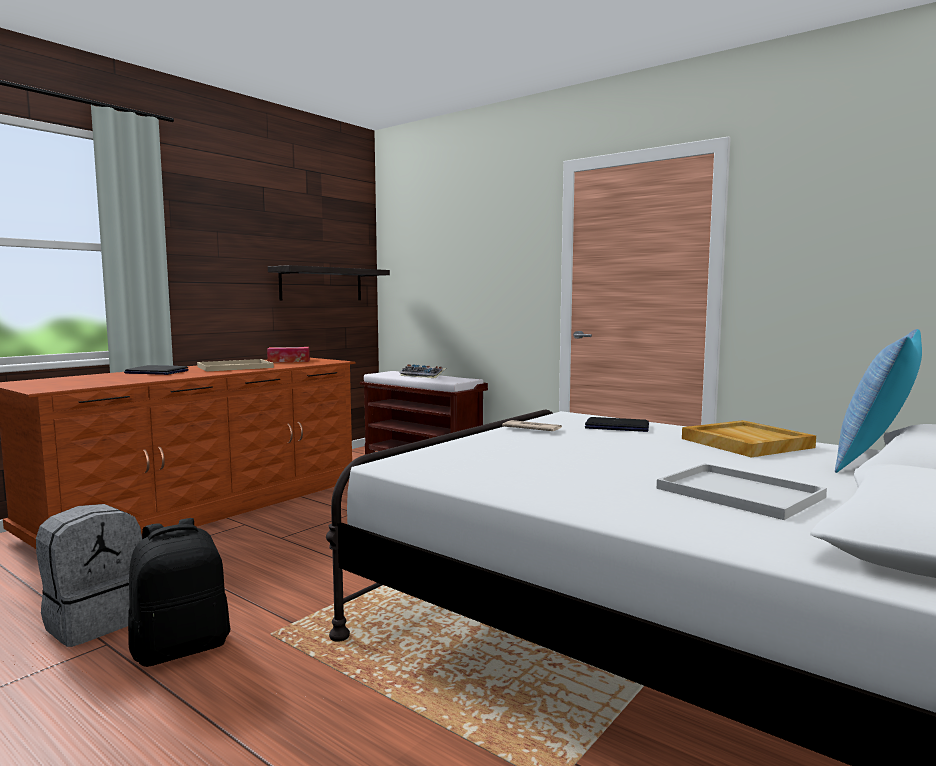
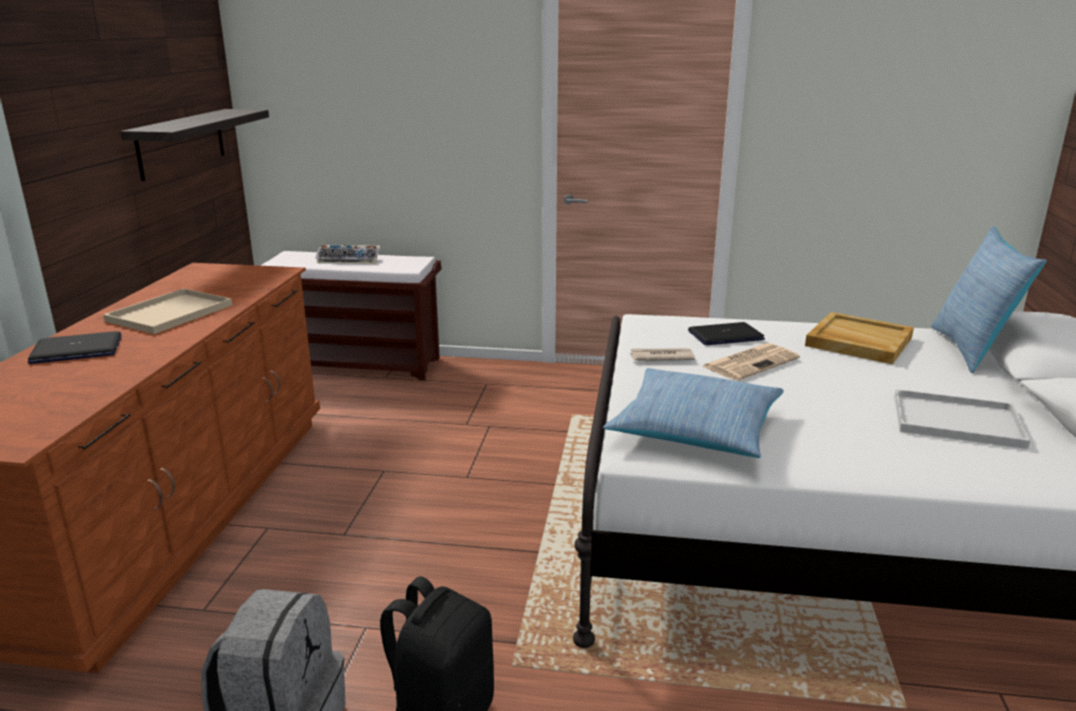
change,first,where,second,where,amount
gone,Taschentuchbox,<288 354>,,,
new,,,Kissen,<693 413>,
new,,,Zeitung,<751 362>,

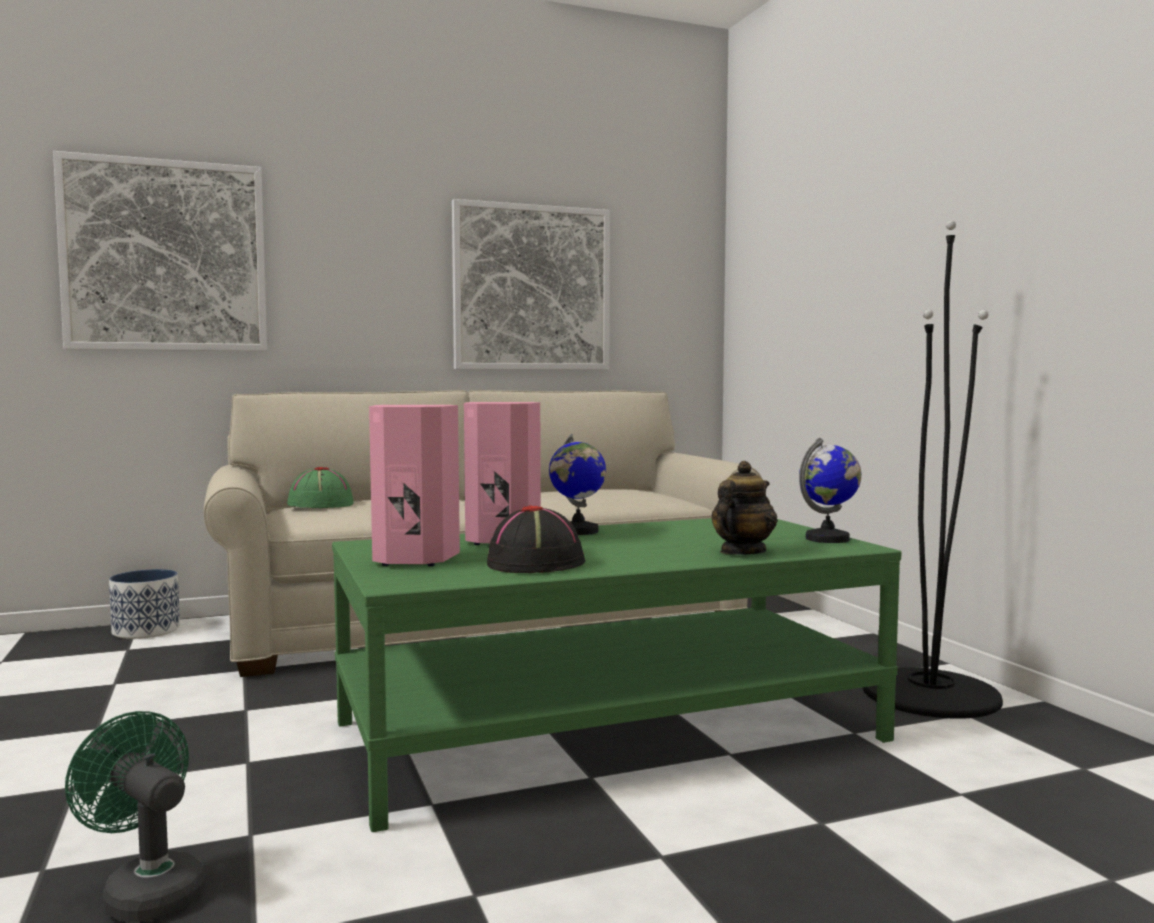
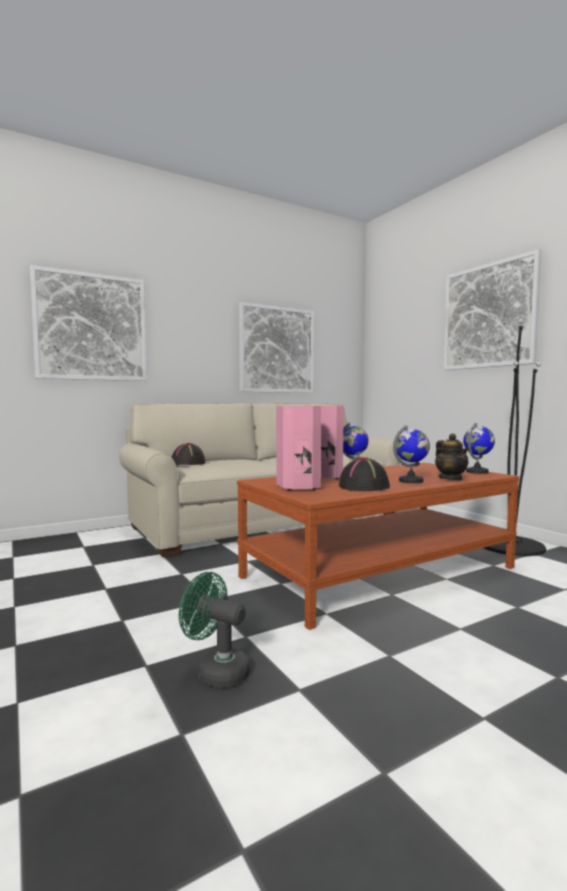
change,first,where,second,where,amount
gone,Pflanzkübel,<144 604>,,,
repainted,Hut [grün],<320 487>,Hut [schwarz],<189 454>,
repainted,Couchtisch [grün],<616 675>,Couchtisch [braun],<378 546>,
rotated,Teekanne,<744 507>,,<452 456>,135 degrees clockwise
new,,,Globus,<411 454>,
new,,,Bild,<493 309>,

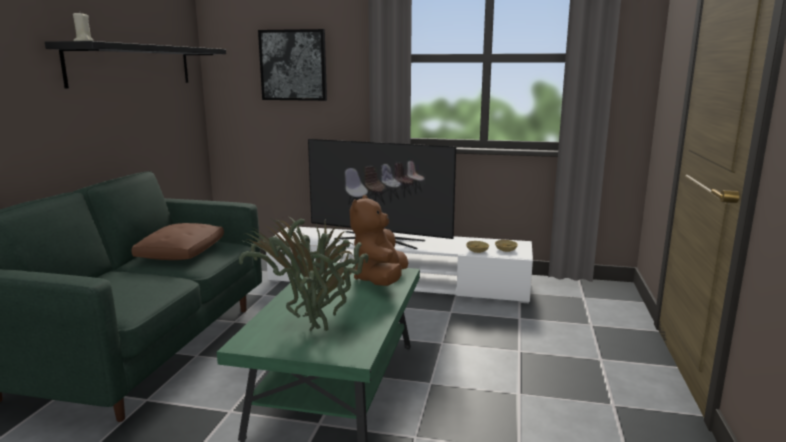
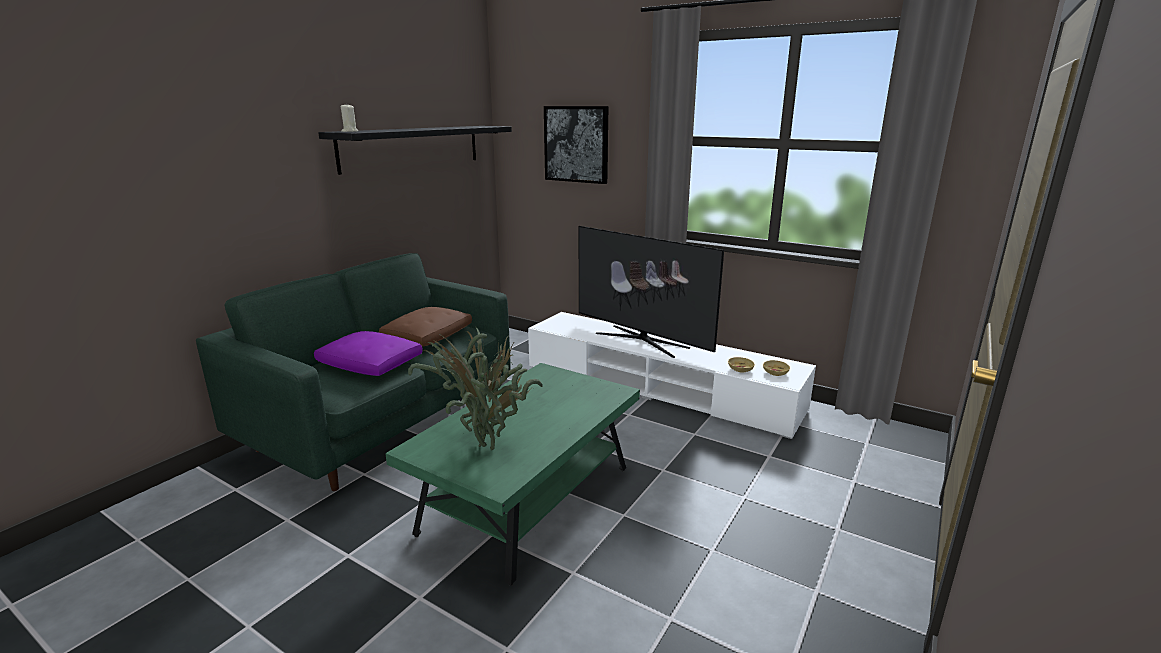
change,first,where,second,where,amount
gone,Plüschtier [braun],<379 240>,,,
new,,,Kissen [lila],<368 353>,

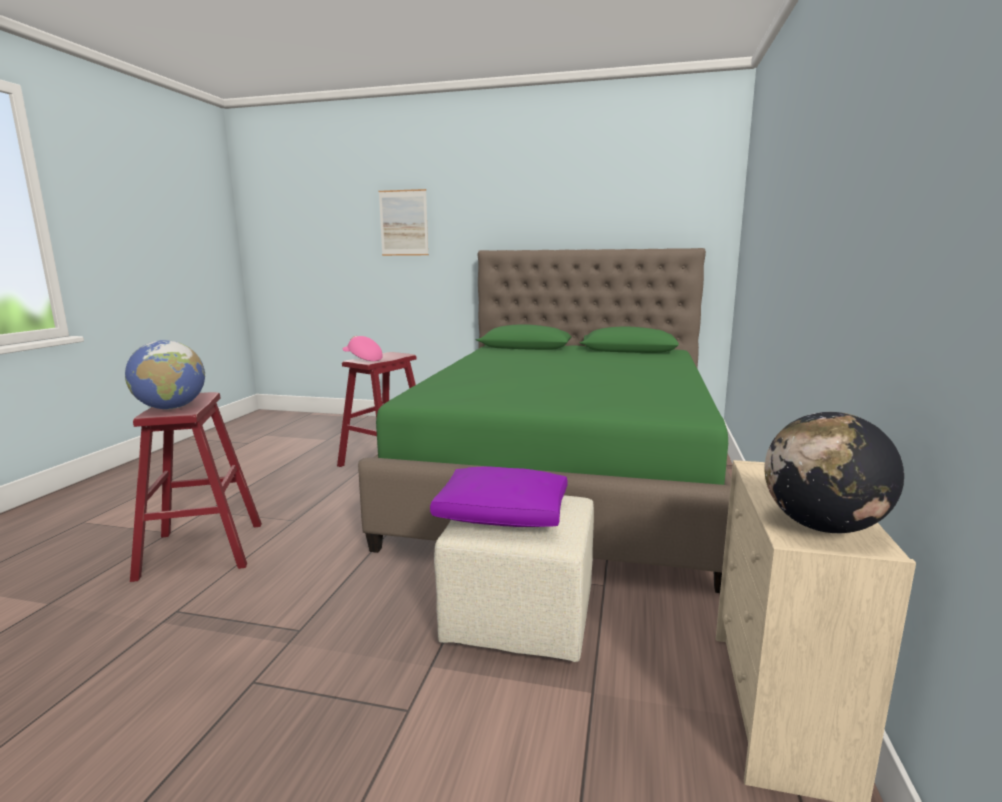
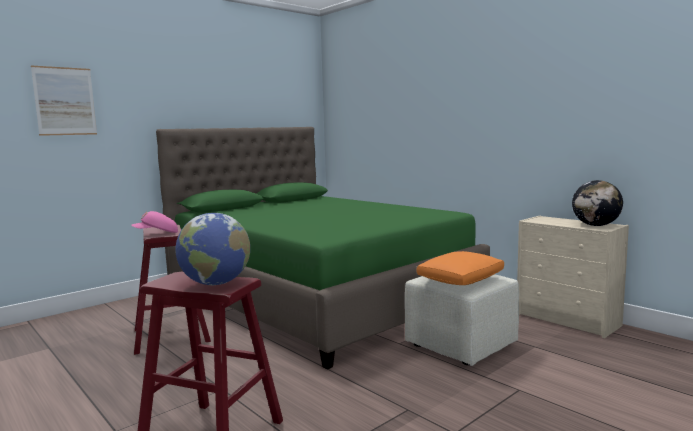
change,first,where,second,where,amount
repainted,Kissen [lila],<499 496>,Kissen [orange],<460 268>,

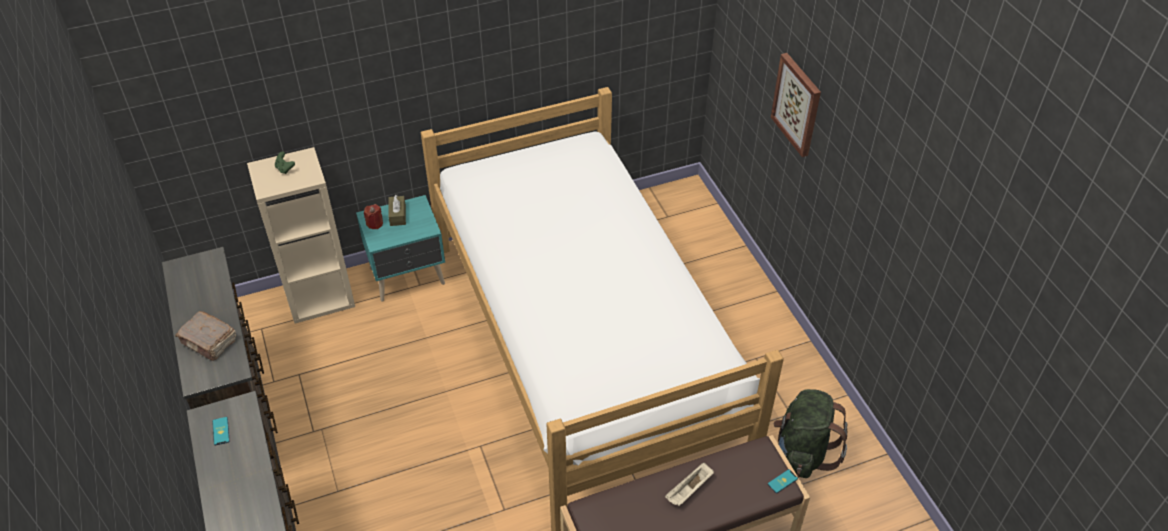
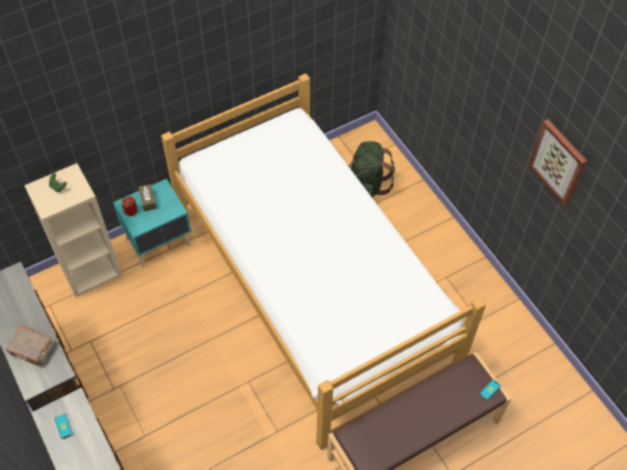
change,first,where,second,where,amount
gone,Tablett [beige],<689 484>,,,
shifted,Bild,<796 105>,,<557 162>,
shifted,Rucksack [grün],<810 433>,,<371 169>,

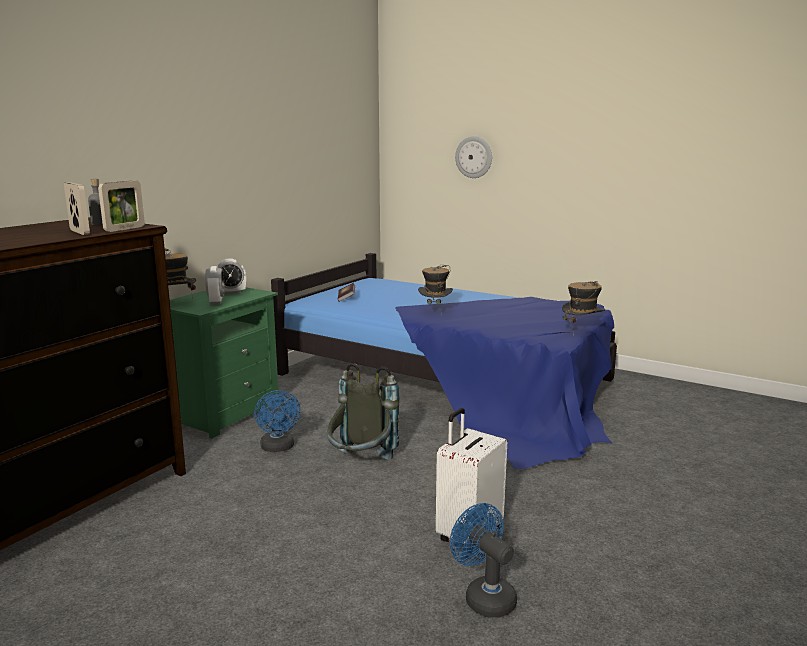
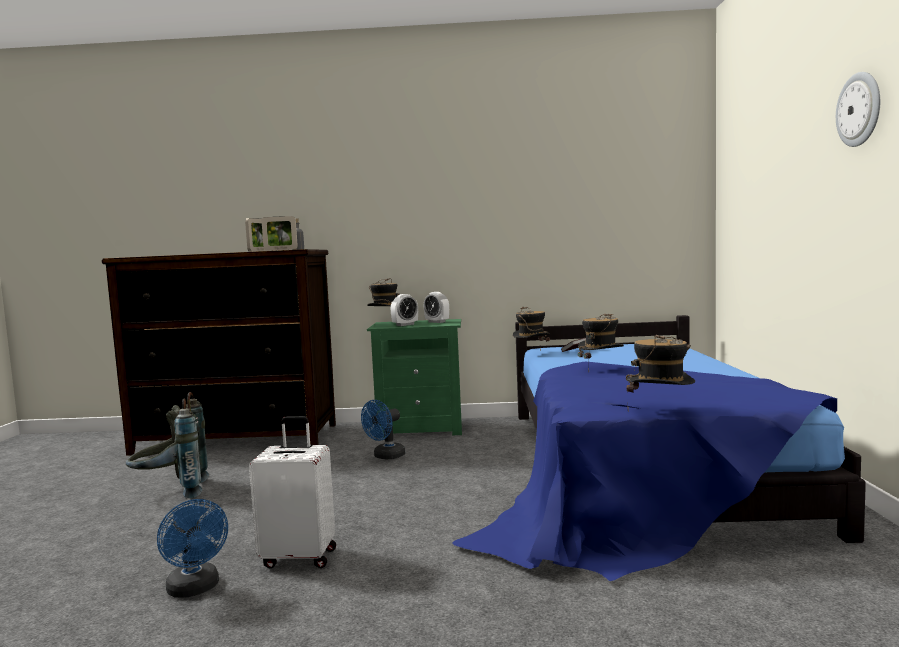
change,first,where,second,where,amount
shifted,Rucksack [grau],<363 411>,,<167 445>,
rotated,Ventilator [blau],<483 560>,,<192 548>,120 degrees clockwise
shifted,Wanduhr,<473 157>,,<858 109>,
new,,,Hut,<531 328>,

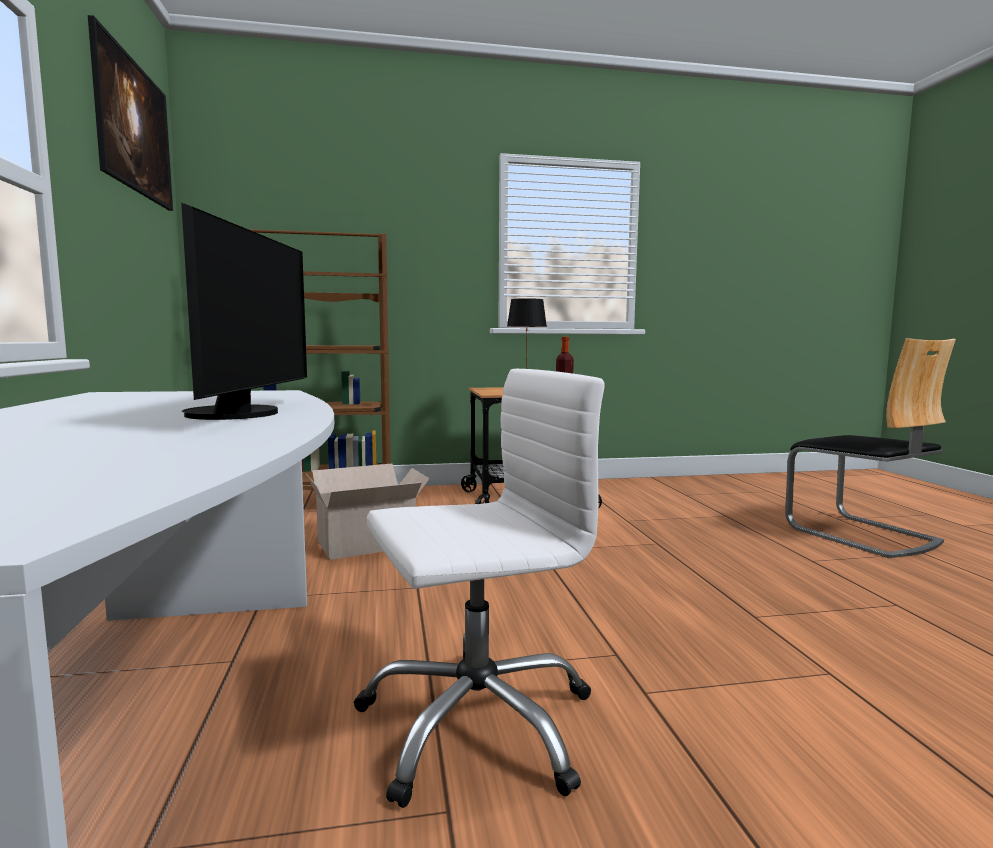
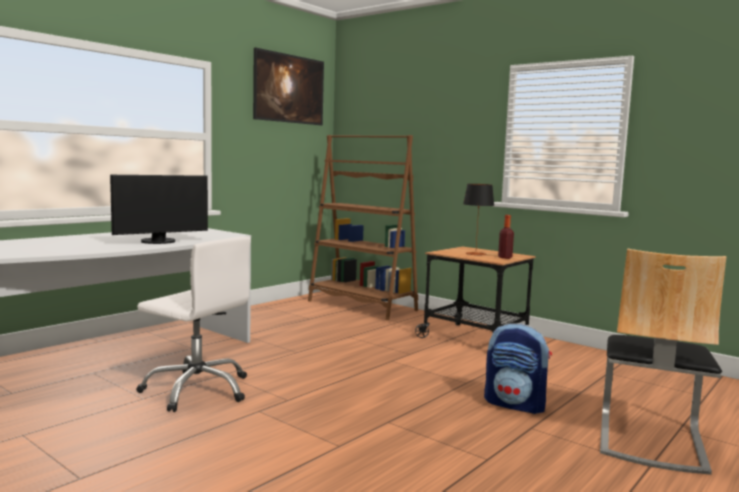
change,first,where,second,where,amount
gone,Karton,<368 512>,,,
new,,,Rucksack,<518 368>,

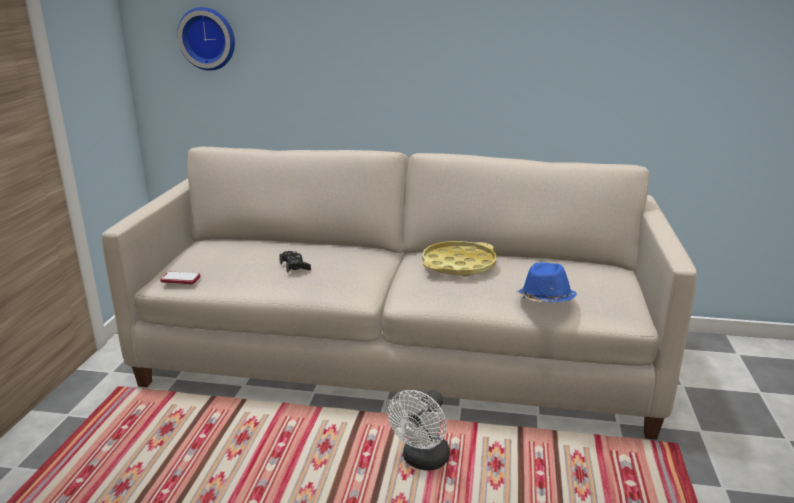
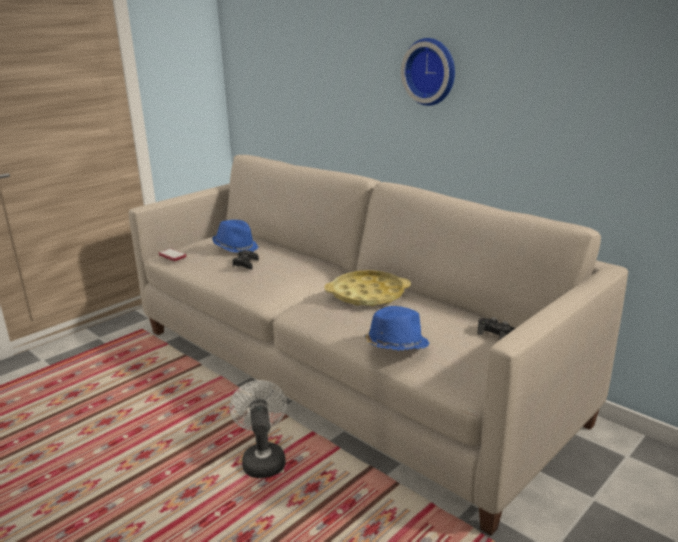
change,first,where,second,where,amount
shifted,Wanduhr,<206 39>,,<428 72>,
rotated,Ventilator [weiß],<419 430>,,<258 429>,105 degrees clockwise
new,,,Hut [blau],<235 236>,
new,,,Gamepad [schwarz],<496 328>,

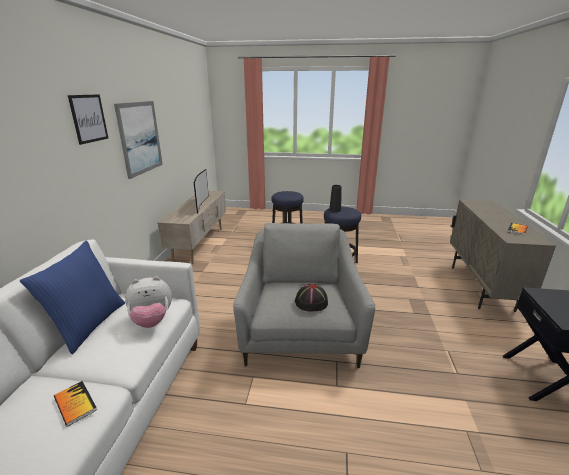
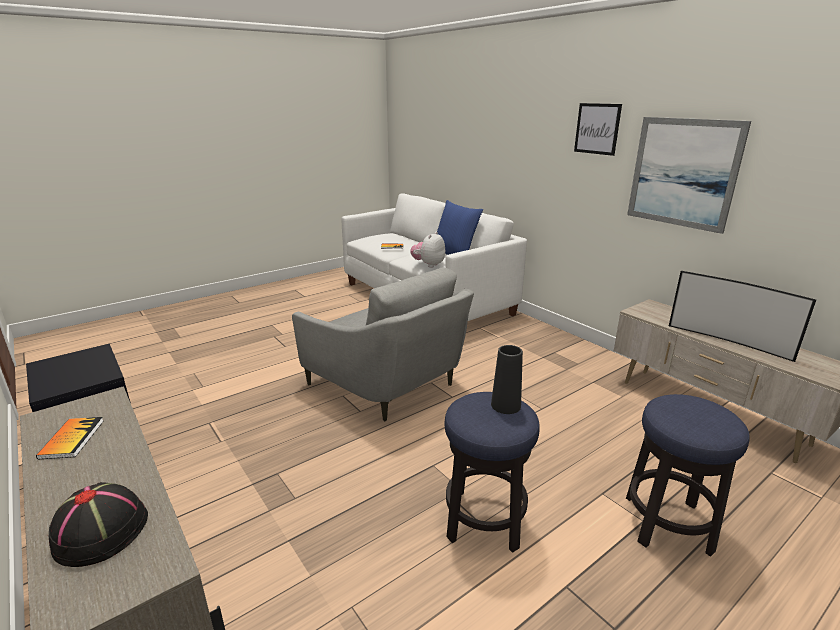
change,first,where,second,where,amount
shifted,Hut [schwarz],<311 298>,,<98 524>,

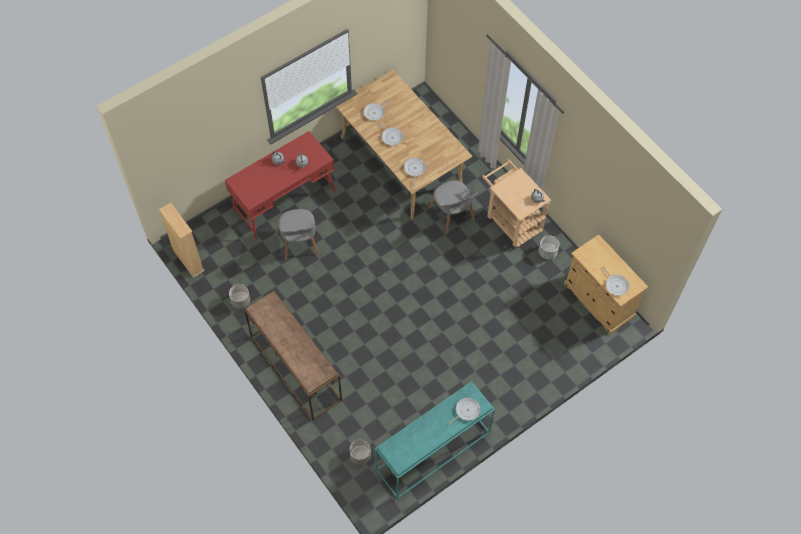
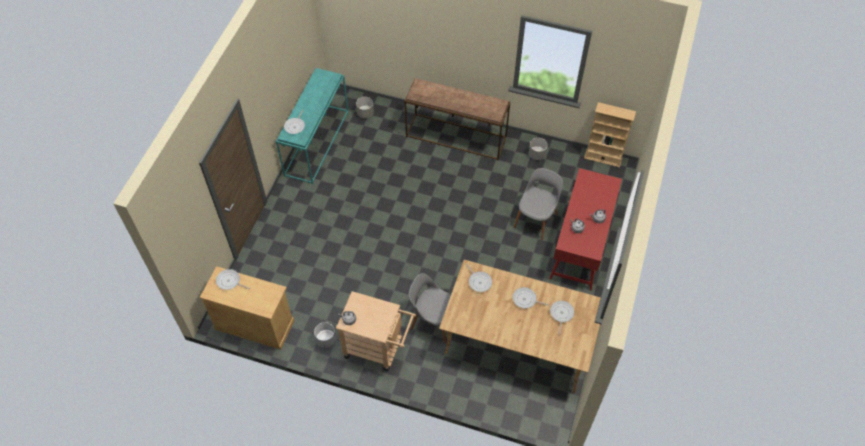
change,first,where,second,where,amount
rotated,Stuhl [grau],<299 234>,,<538 204>,75 degrees clockwise

